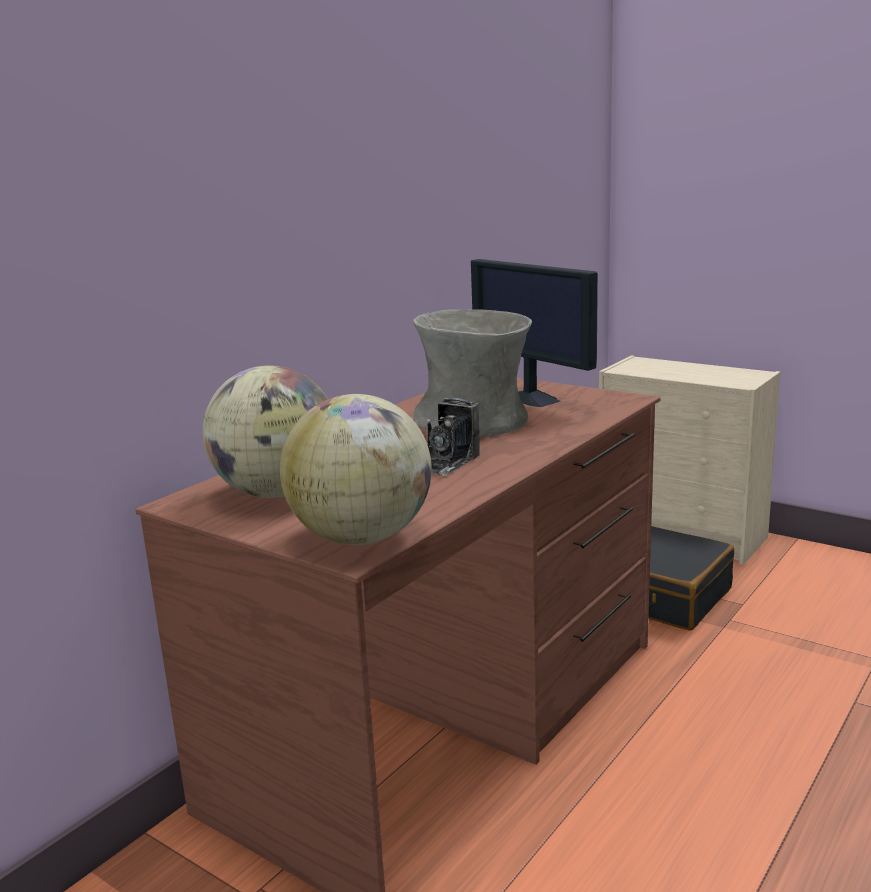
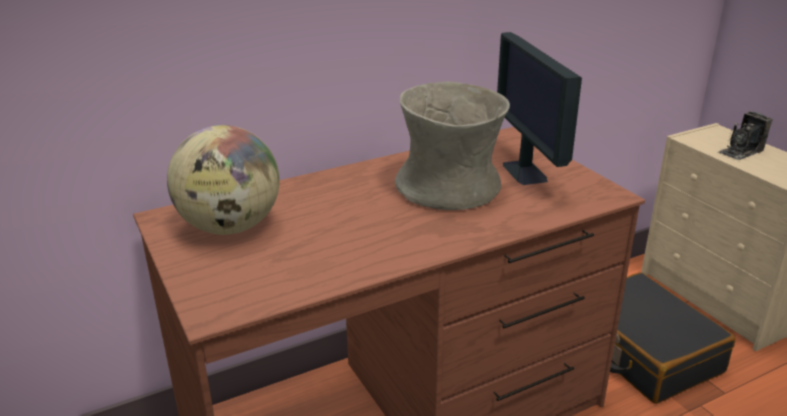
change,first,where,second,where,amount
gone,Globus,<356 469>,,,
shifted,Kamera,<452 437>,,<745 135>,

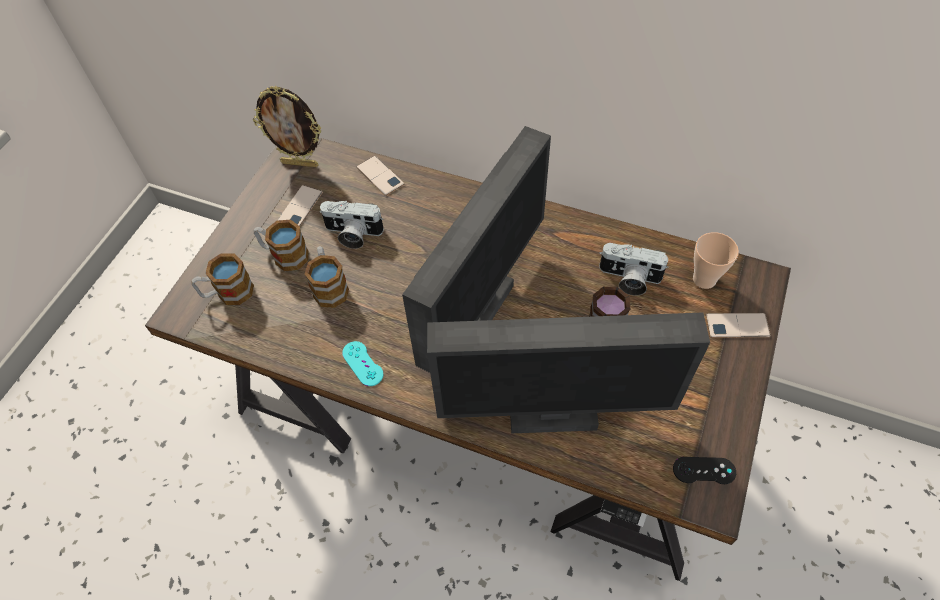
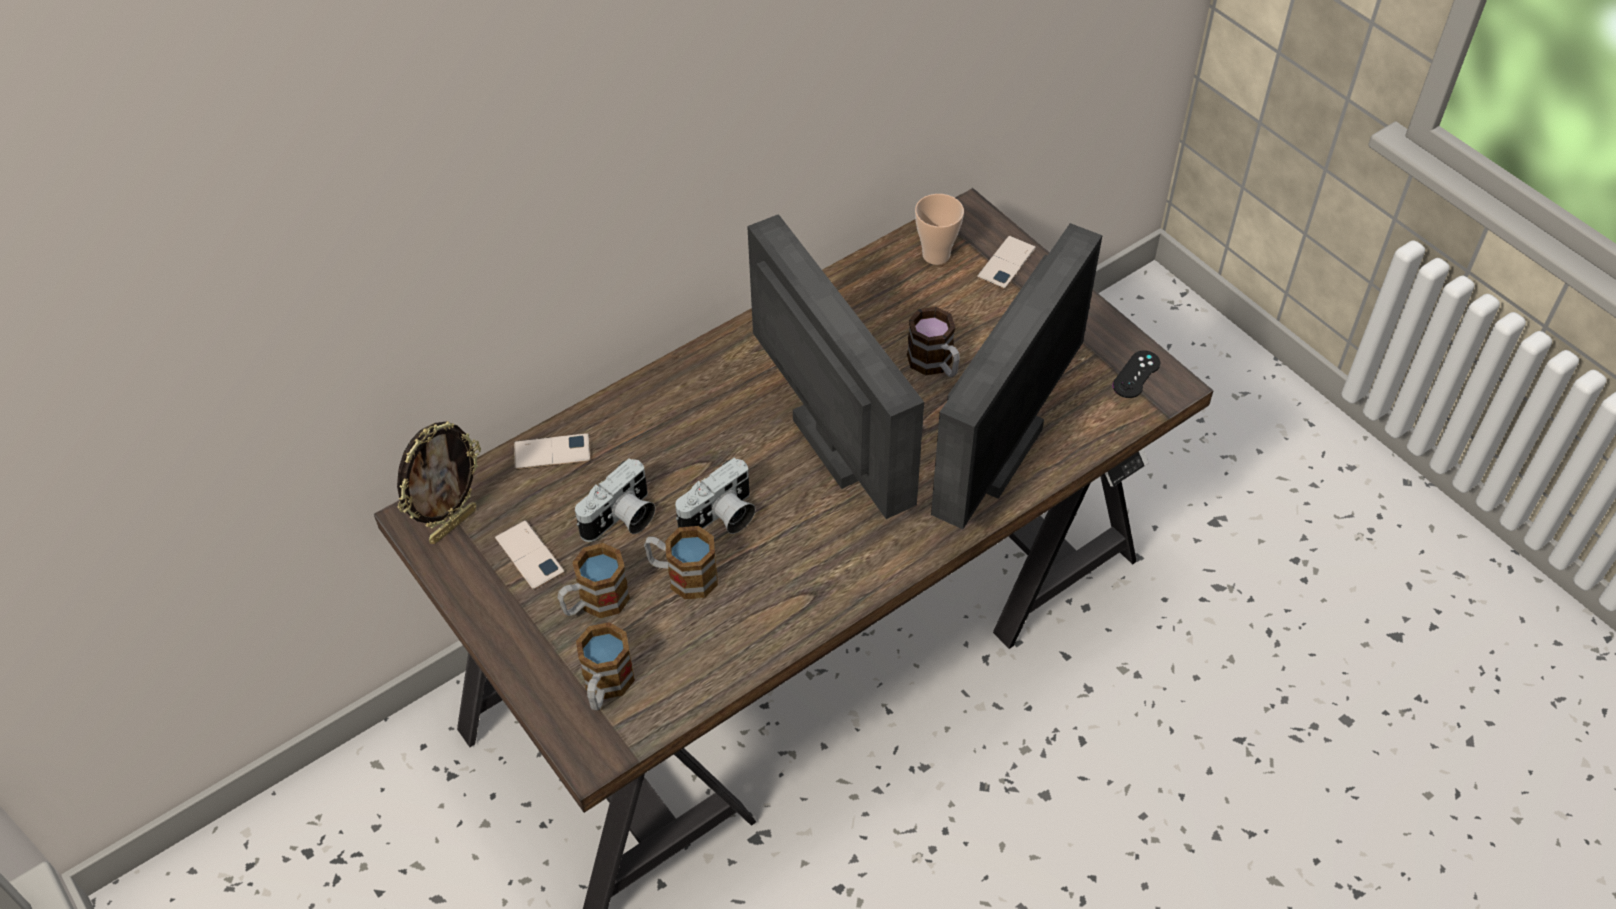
change,first,where,second,where,amount
gone,Gamepad [türkis],<363 363>,,,
shifted,Kamera,<634 269>,,<715 496>,

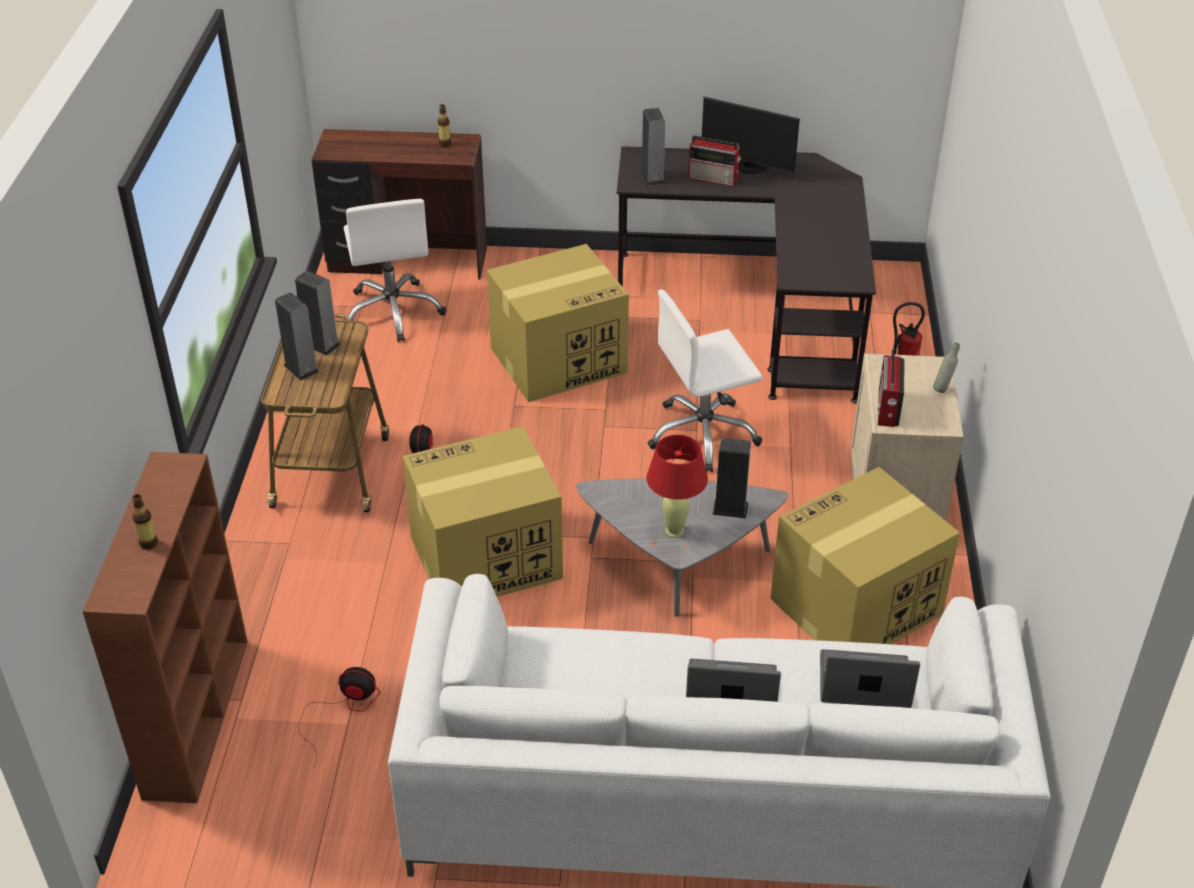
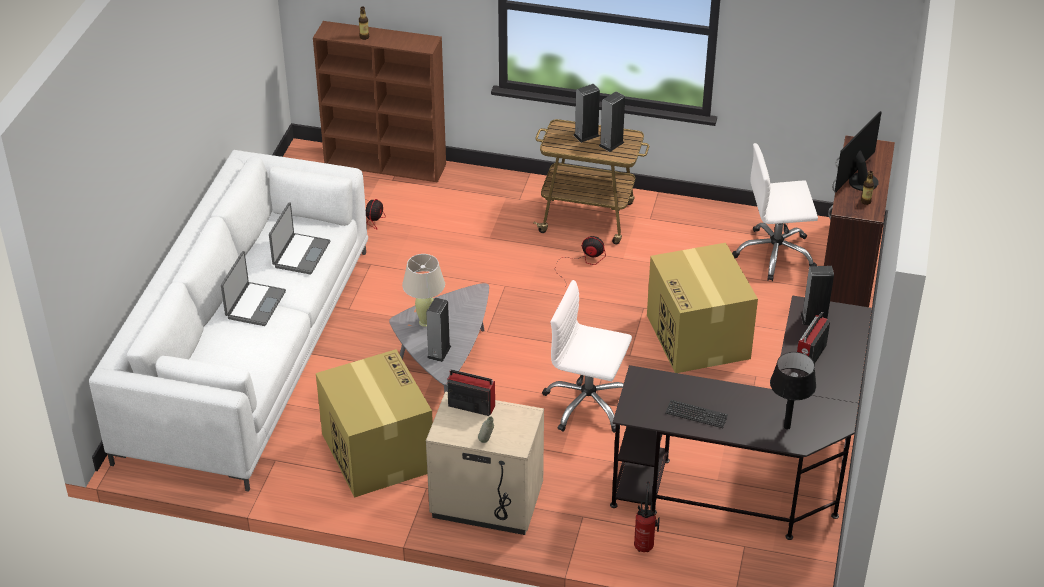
change,first,where,second,where,amount
gone,Karton,<482 511>,,,
repainted,Tischlampe [rot],<677 486>,Tischlampe [beige],<423 290>,
rotated,Bürostuhl [weiß],<705 381>,,<587 356>,60 degrees counterclockwise
shifted,Monitor,<751 135>,,<858 151>,
shifted,Laptop,<870 678>,,<299 238>,
new,,,Tastatur,<696 414>,
new,,,Tischlampe [schwarz],<793 391>,

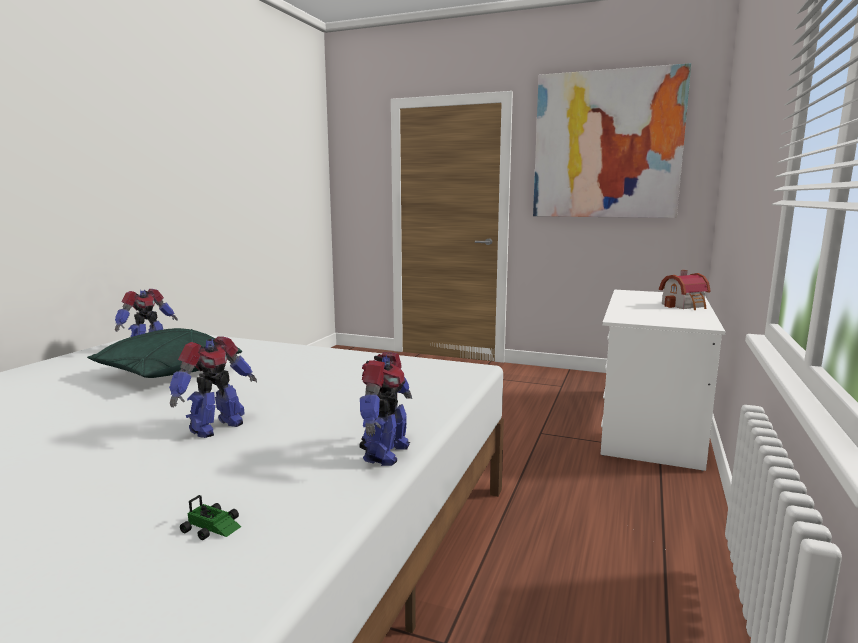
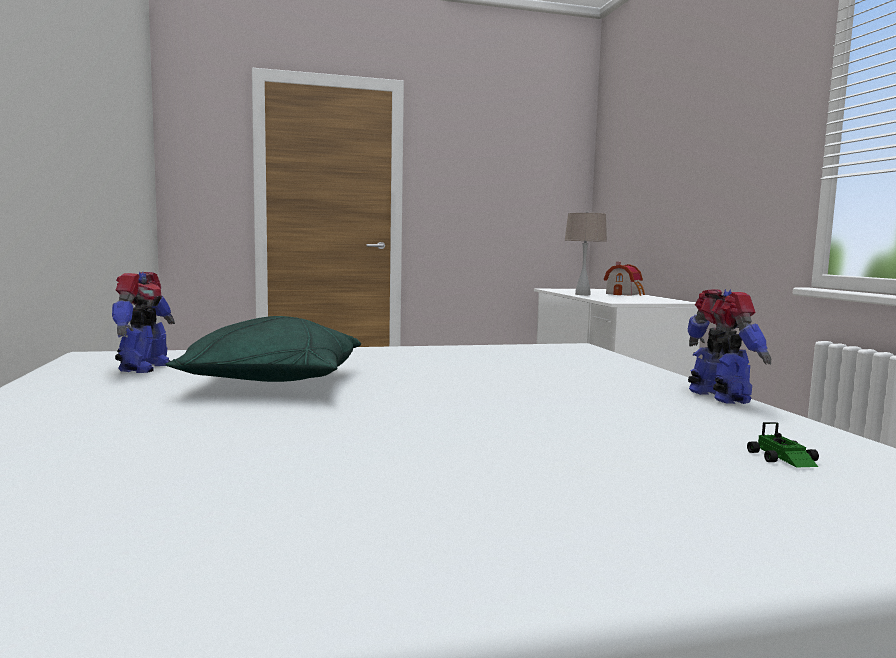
change,first,where,second,where,amount
gone,Spielzeugroboter,<213 387>,,,
rotated,Spielzeugauto,<210 517>,,<783 444>,90 degrees clockwise
gone,Bild,<612 140>,,,
new,,,Tischlampe [beige],<585 253>,

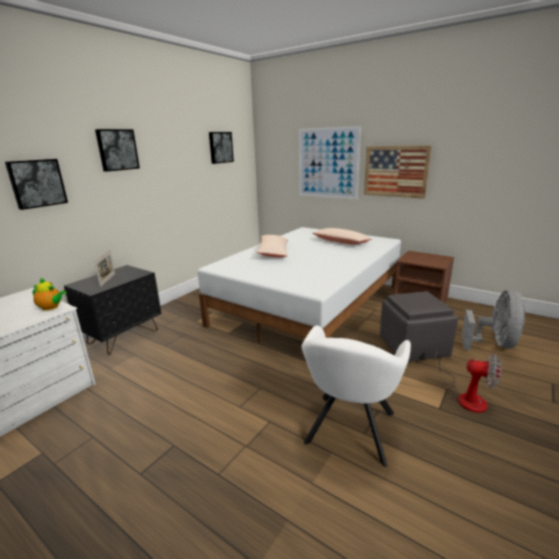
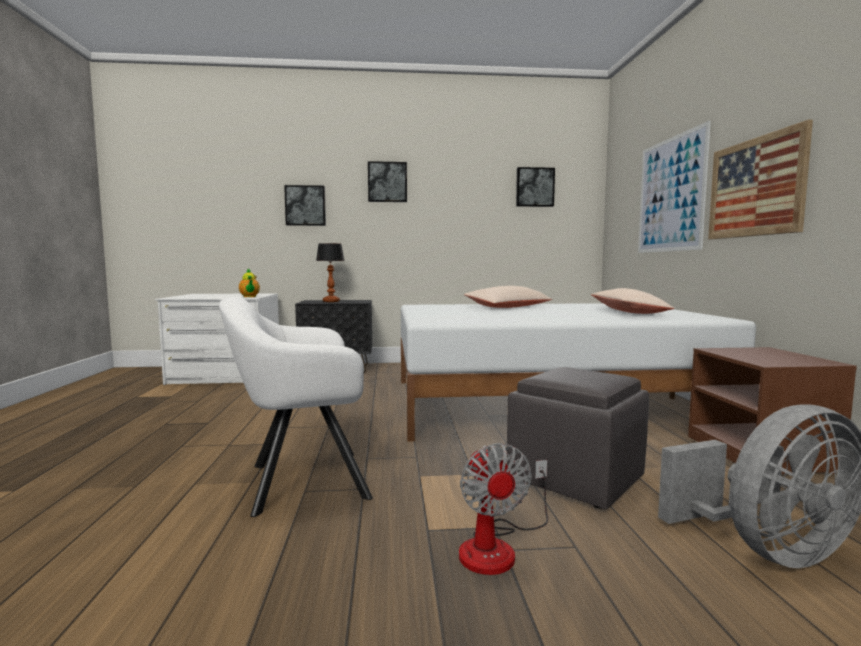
change,first,where,second,where,amount
swapped,Bilderrahmen,<104 268>,Tischlampe,<330 272>,

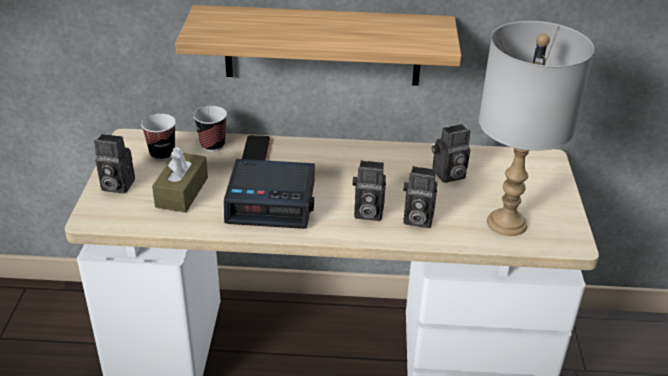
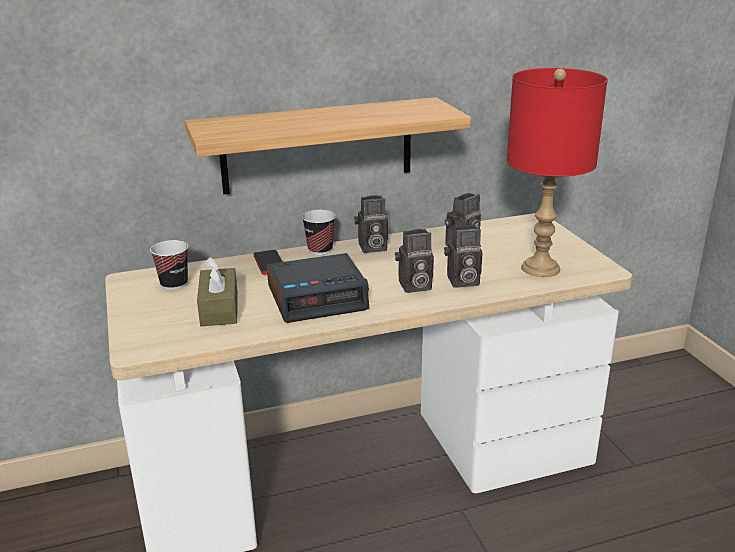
change,first,where,second,where,amount
shifted,Kamera,<114 164>,,<371 224>,
shifted,Tasse,<210 129>,,<319 232>,
repainted,Tischlampe [grau],<536 128>,Tischlampe [rot],<557 172>,

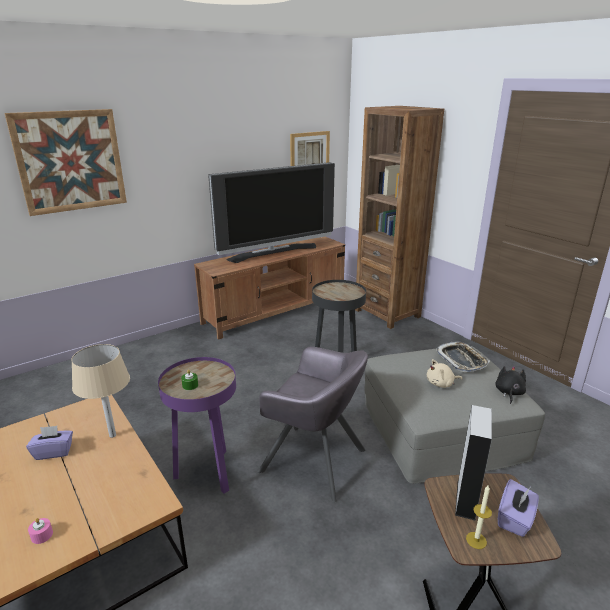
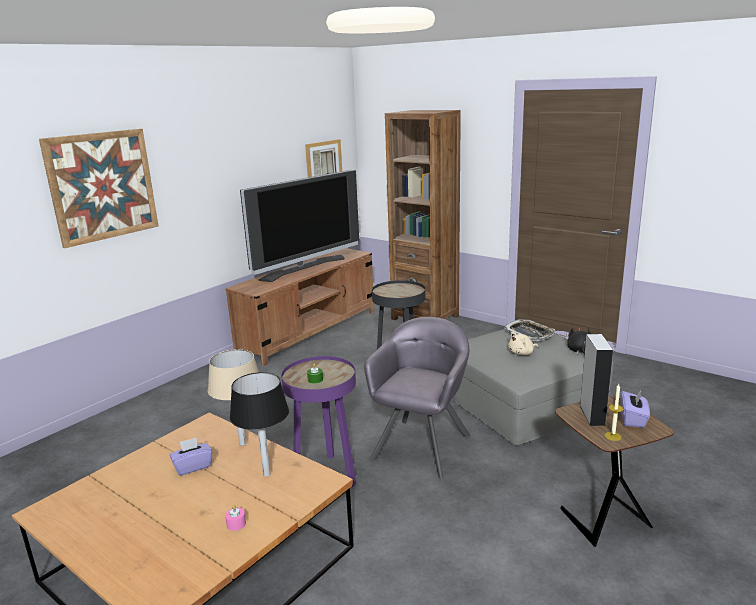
change,first,where,second,where,amount
rotated,Sessel [grau],<312 425>,,<417 398>,75 degrees counterclockwise
new,,,Tischlampe [schwarz],<259 424>,

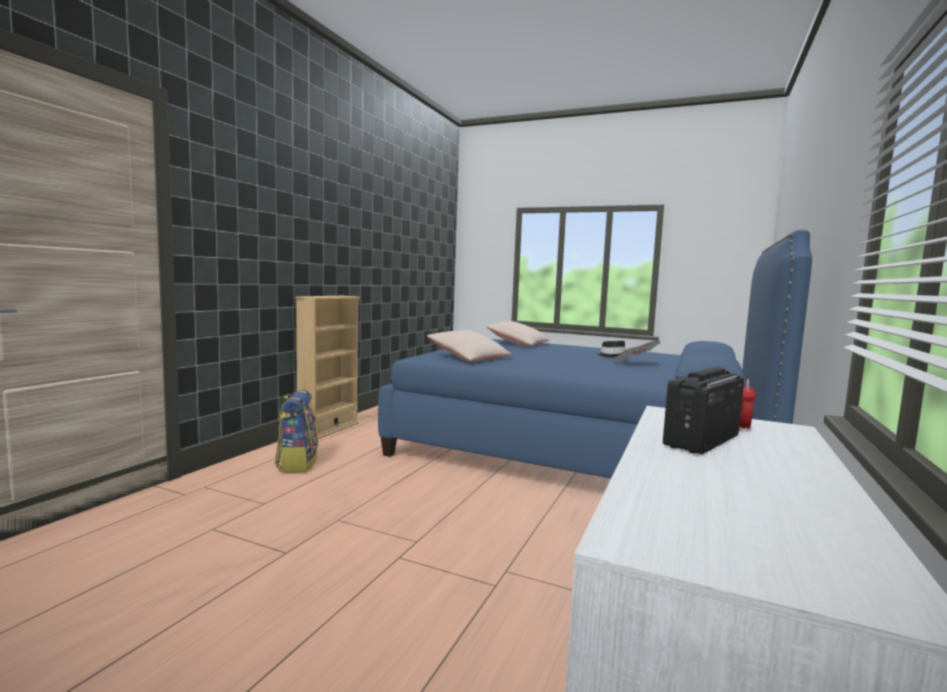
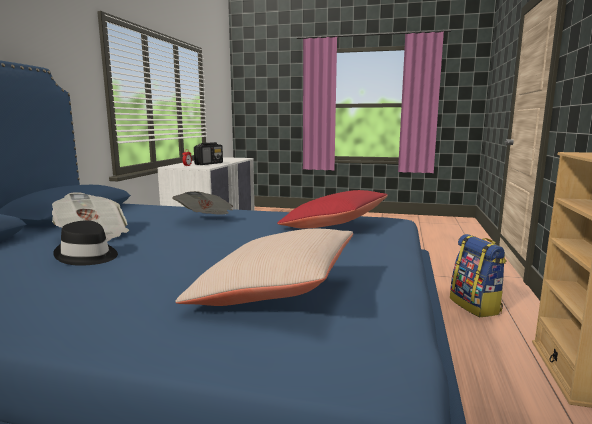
change,first,where,second,where,amount
repainted,Kissen [beige],<469 346>,Kissen [rot],<332 209>,
new,,,Zeitung,<202 203>,

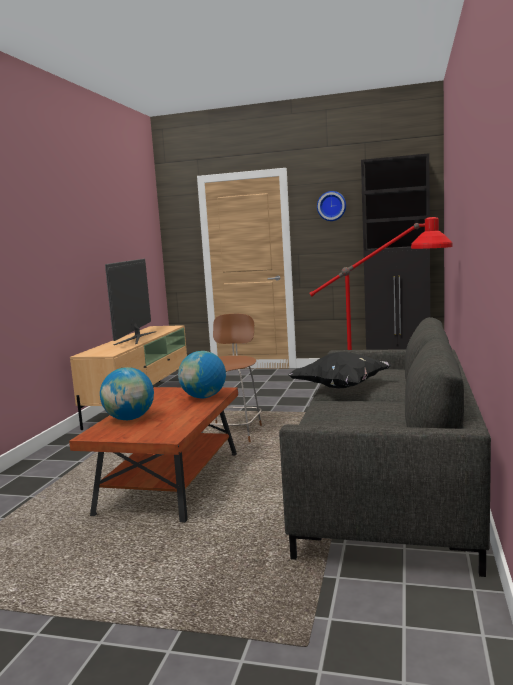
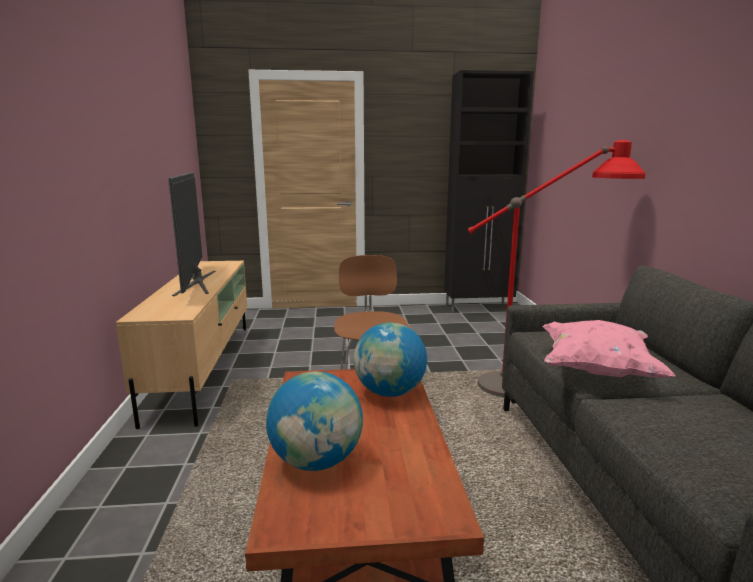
change,first,where,second,where,amount
repainted,Kissen [schwarz],<340 370>,Kissen [rosa],<609 349>,
gone,Wanduhr,<331 206>,,,

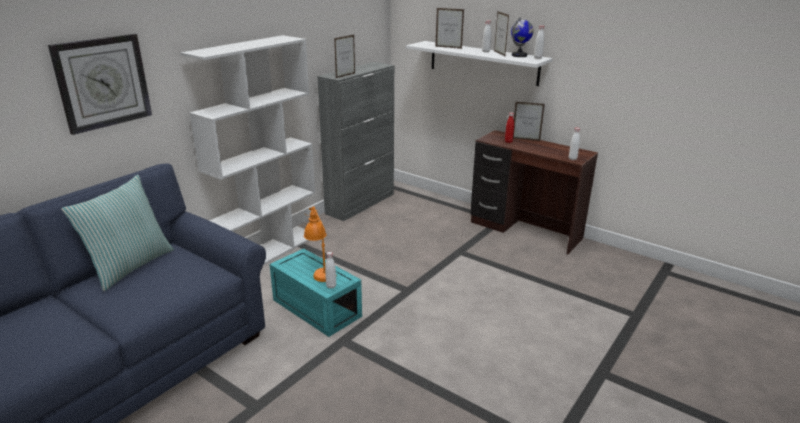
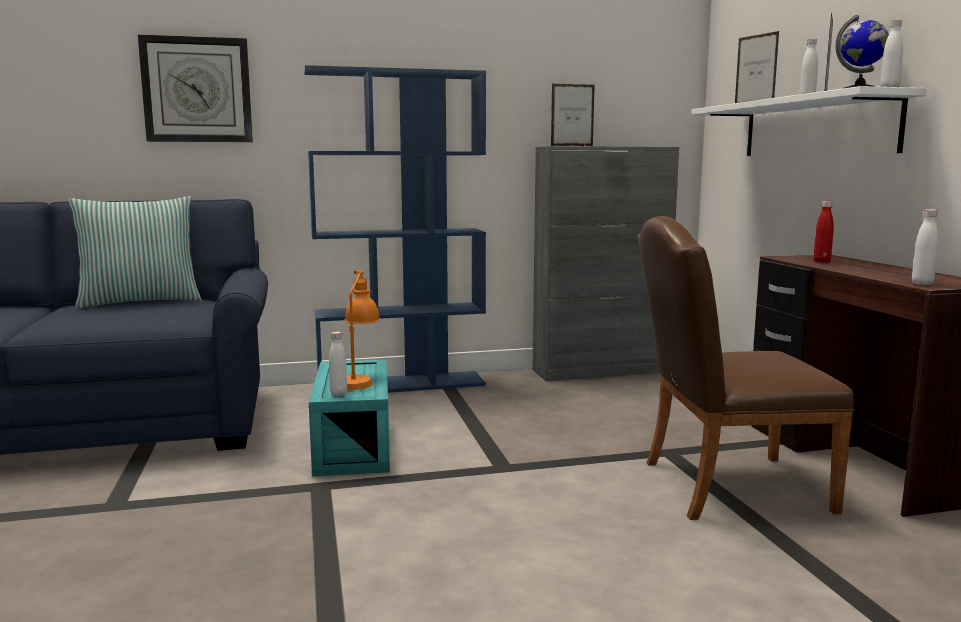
change,first,where,second,where,amount
repainted,Bücherregal [weiß],<247 150>,Bücherregal [blau],<395 229>,
gone,Bilderrahmen,<529 121>,,,
new,,,Stuhl [braun],<745 368>,

